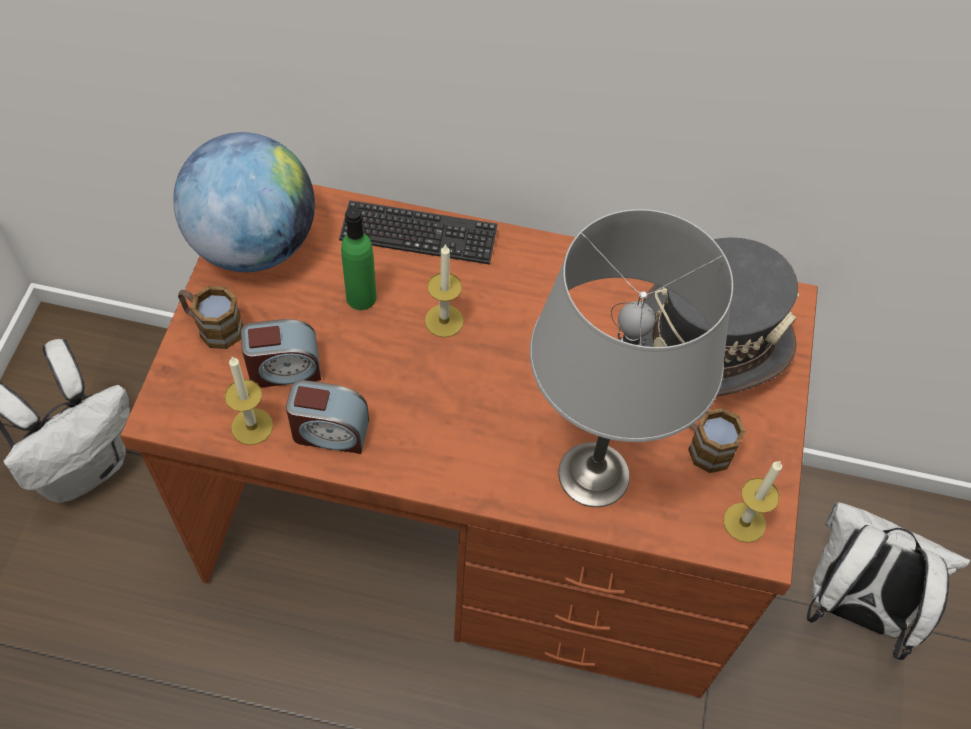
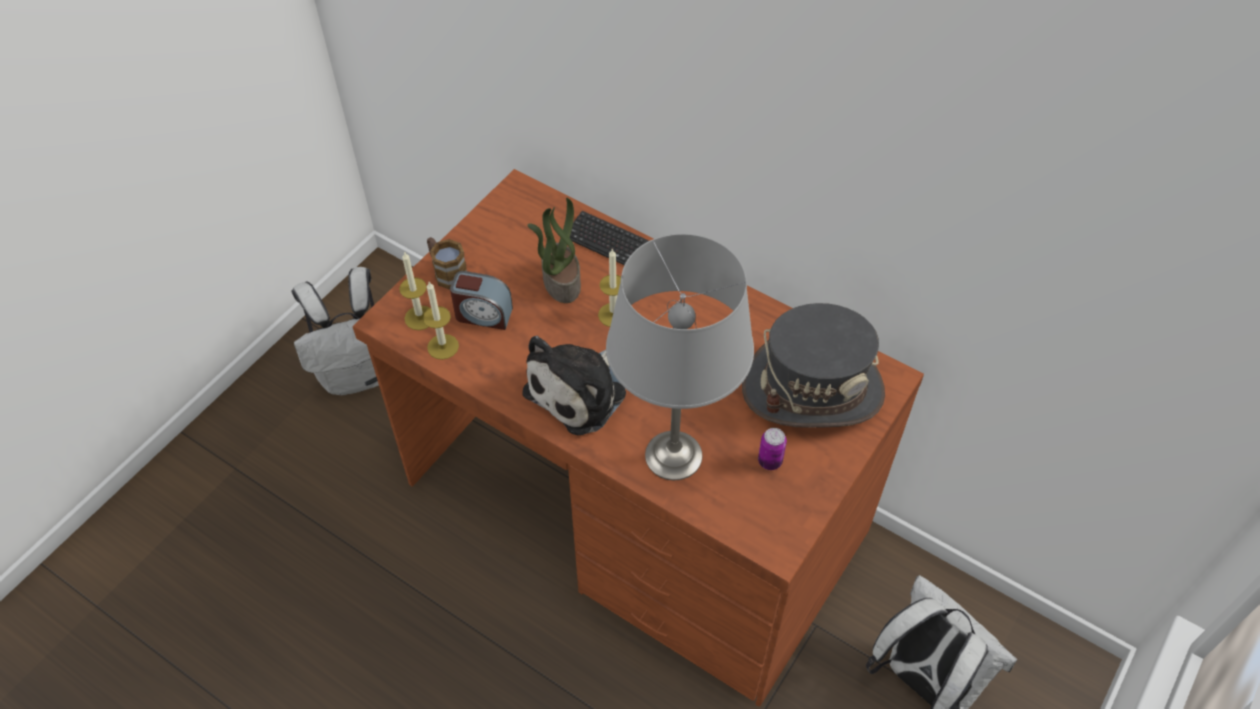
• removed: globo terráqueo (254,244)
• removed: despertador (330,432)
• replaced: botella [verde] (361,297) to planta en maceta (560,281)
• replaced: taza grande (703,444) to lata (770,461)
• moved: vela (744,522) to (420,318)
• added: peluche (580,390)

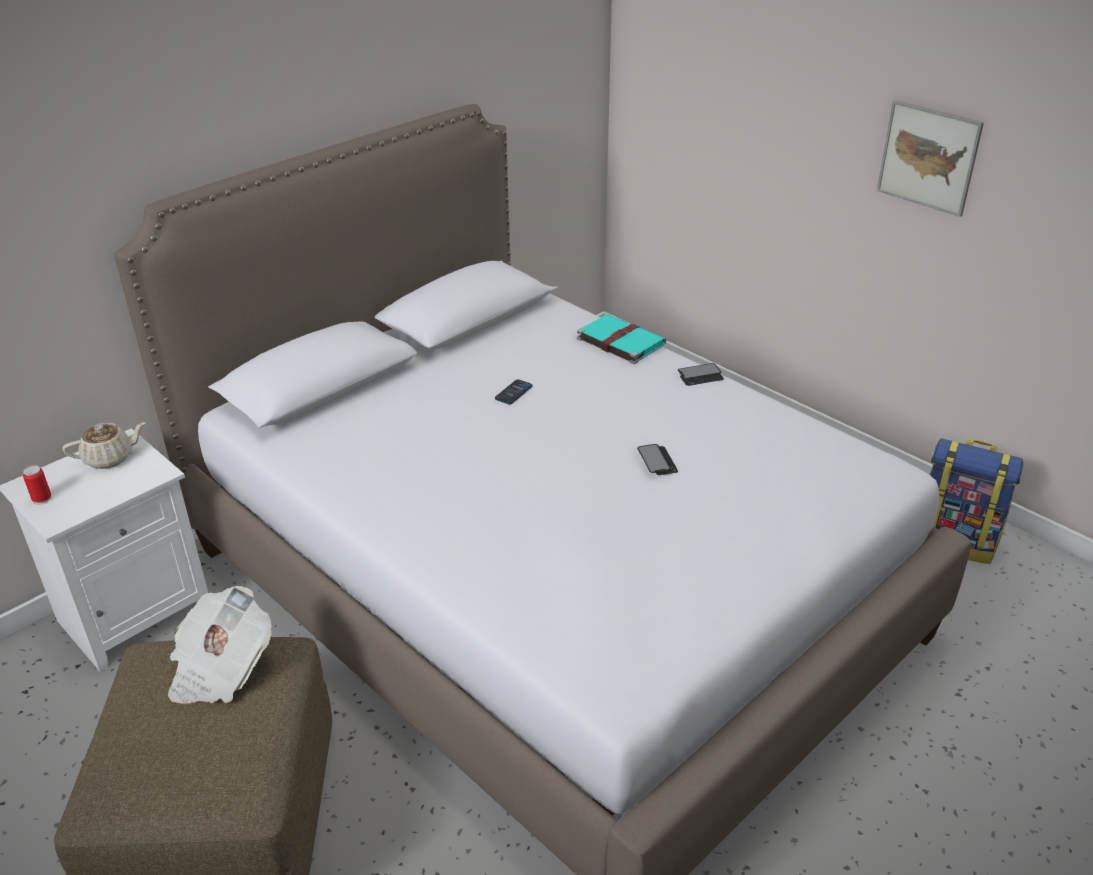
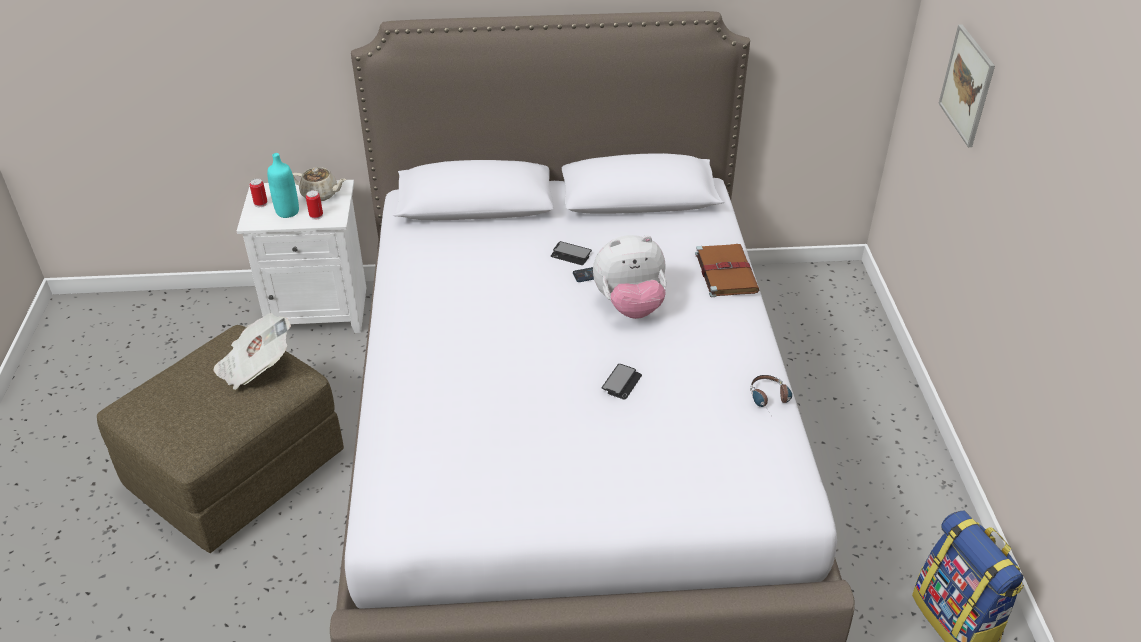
• recoloured: libro [turquesa] (619,341) to libro [marrón] (725,272)
• moved: móvil (700,376) to (571,254)
• moved: cuadro (928,157) to (967,85)
• added: botella [turquesa] (287,212)
• added: lata (316,215)
• added: peluche (630,306)
• added: auriculares (771,401)

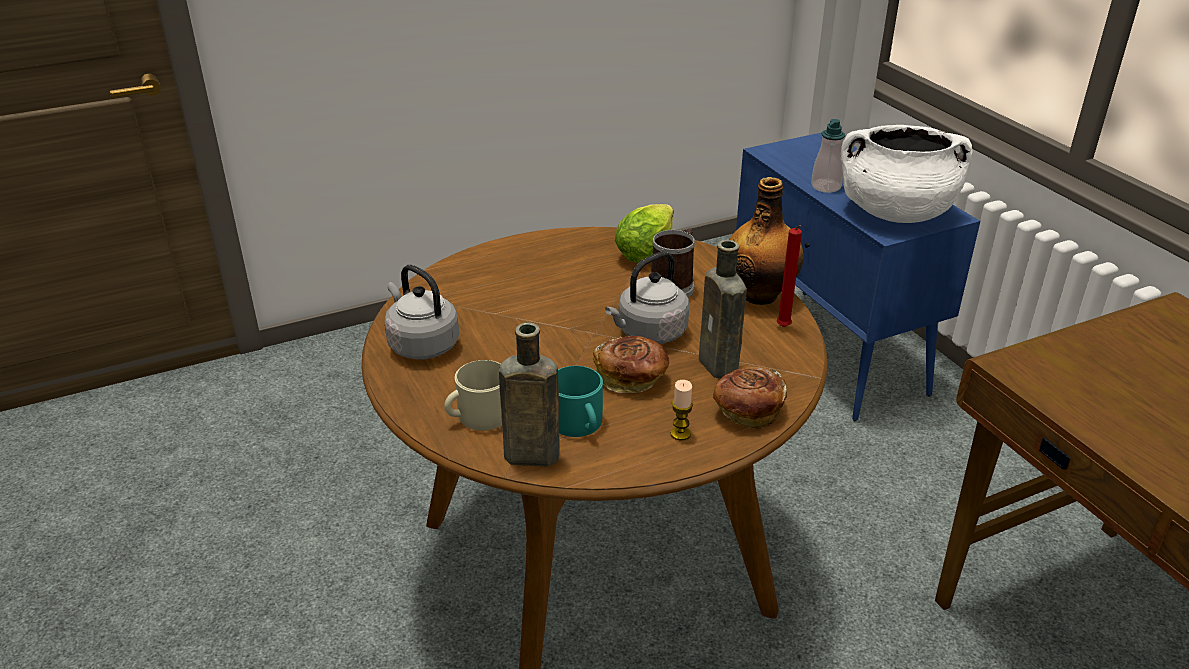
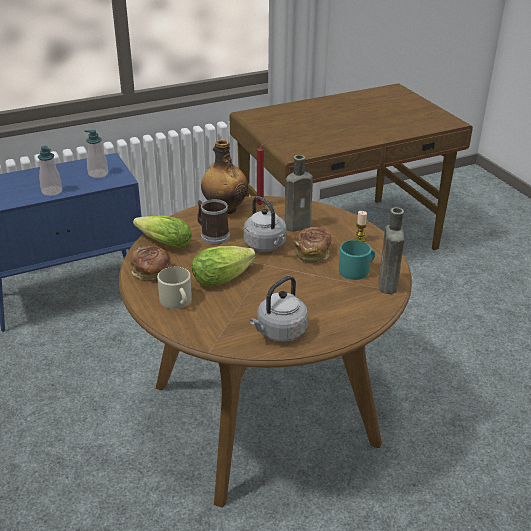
• moved: taza grande [beis] (478,416) to (177,301)
• moved: pan (748,411) to (151,272)
• replaced: olla [blanco] (895,213) to dispensador de jabón (98,174)
• added: lechuga (225,276)

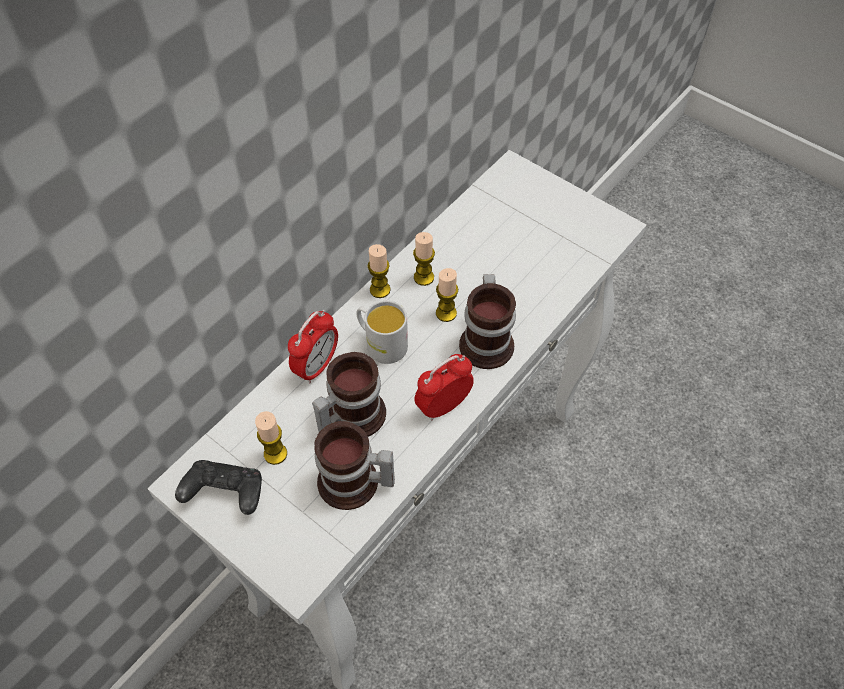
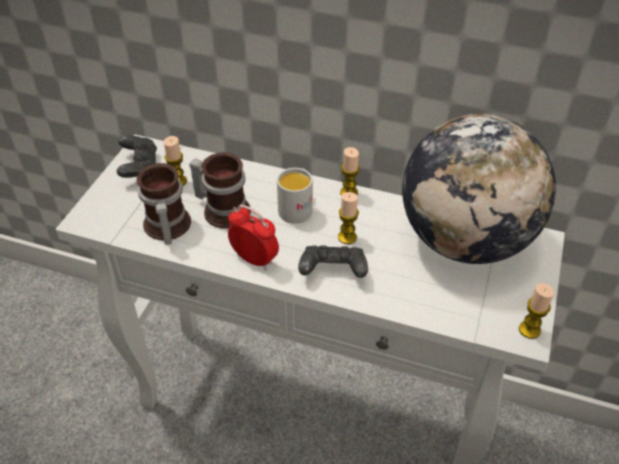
• removed: despertador (316,366)
• moved: vela (423,277) to (529,330)
• replaced: taza grande (489,341) to mando de consola [negro] (332,271)
• added: globo terráqueo (465,240)

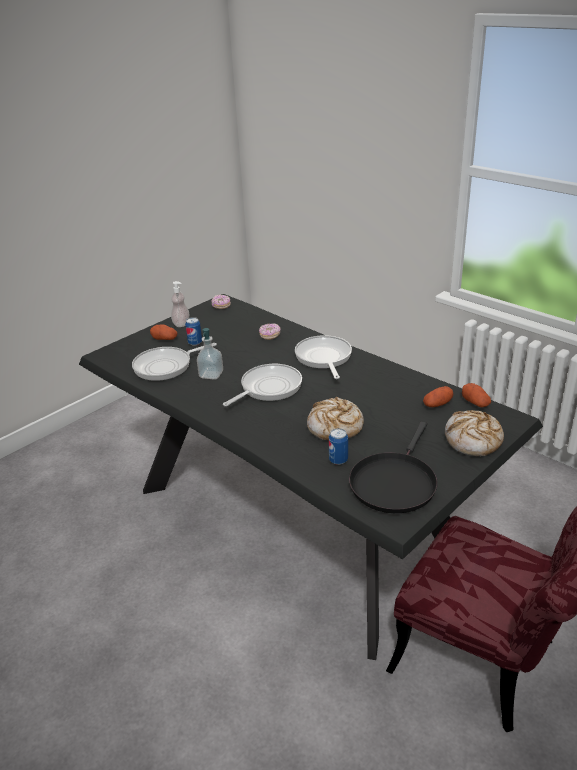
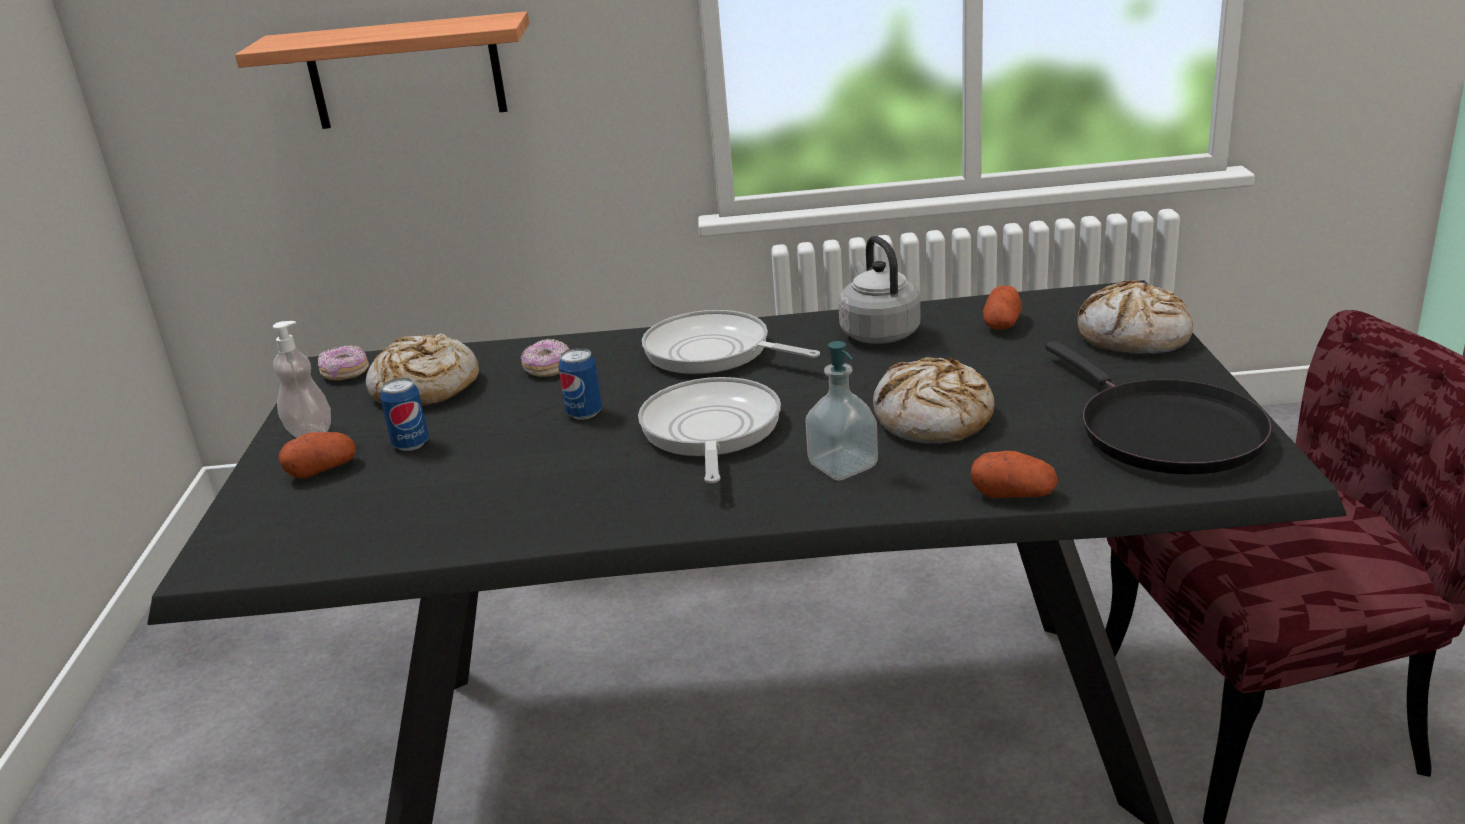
• removed: sartén (166,366)
• moved: dispensador de jabón (211,374) to (842,466)
• moved: lata (338,460) to (584,413)
• moved: patata (475,402) to (1013,494)
• added: estante (405,72)
• added: pan (425,388)
• added: hervidor [gris] (878,332)

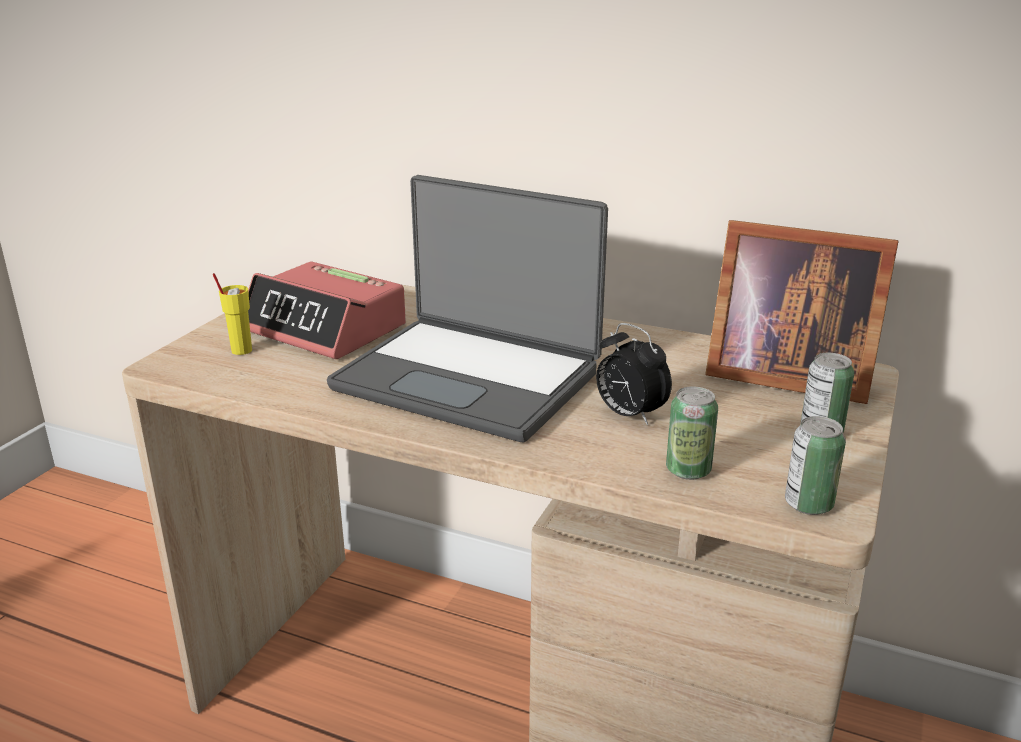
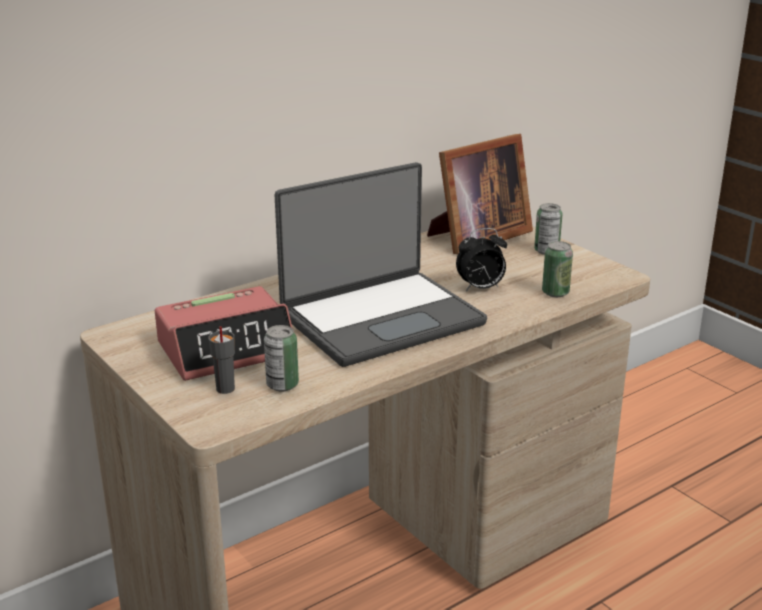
• recoloured: taza [amarillo] (241,350) to taza [gris] (225,389)
• moved: lata (808,504) to (282,385)

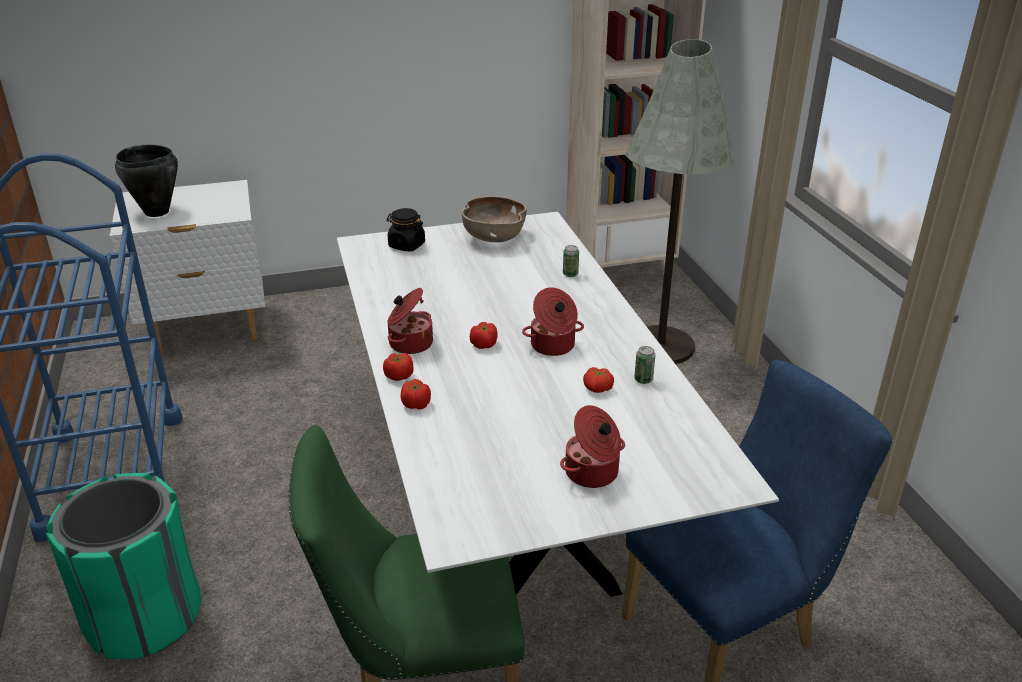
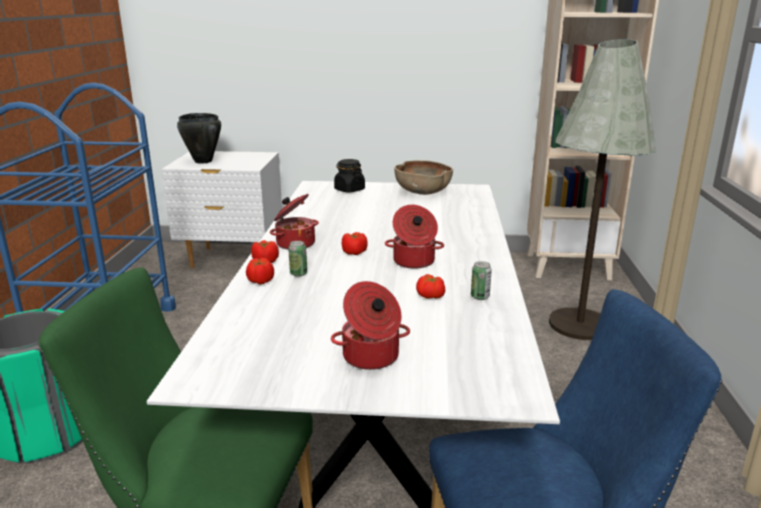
• moved: lata (570,274) to (298,273)

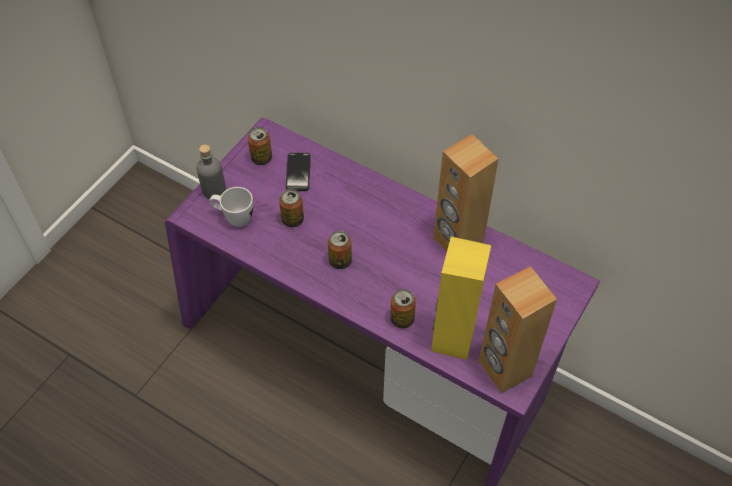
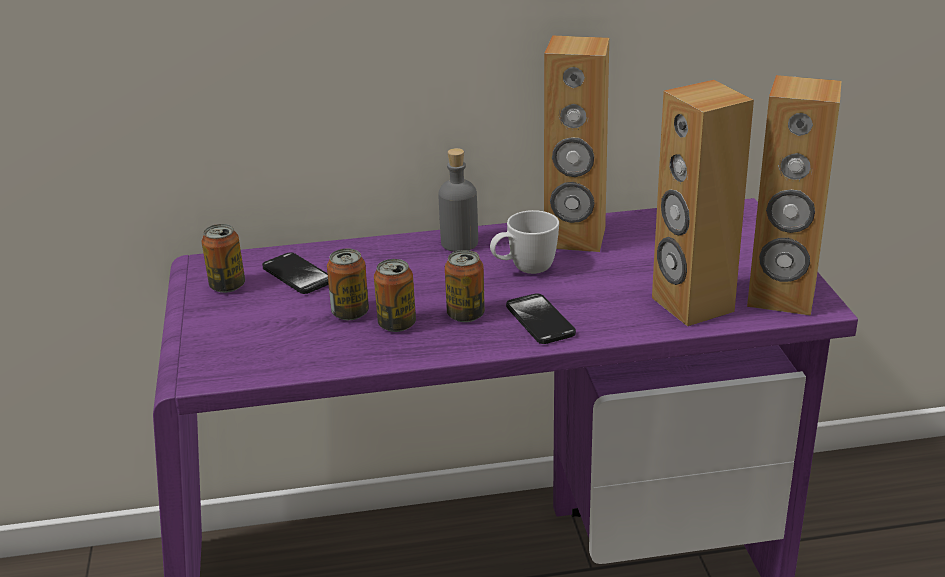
• moved: botella [gris] (214,190) to (459,243)
• moved: taza grande [blanco] (233,218) to (524,270)
• moved: lata (402,319) to (397,324)
• recoloured: altavoz [amarillo] (452,338) to altavoz [marrón] (691,305)
• added: móvil (540,320)

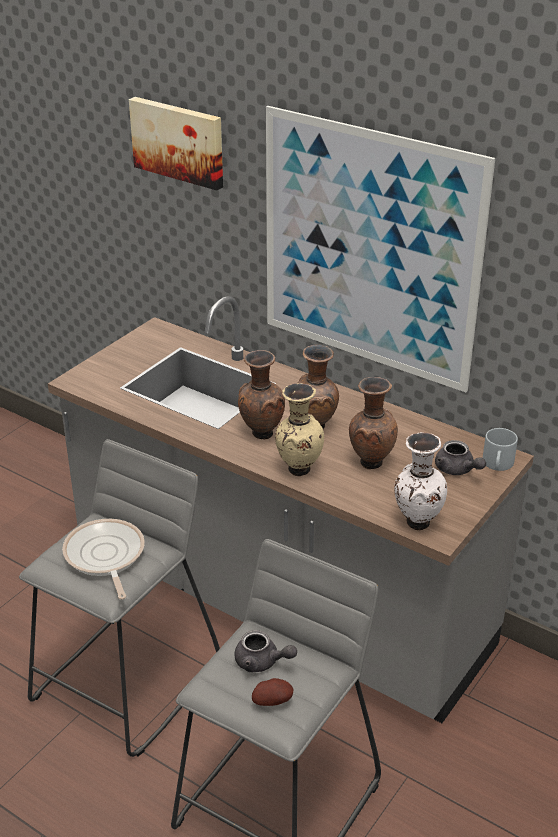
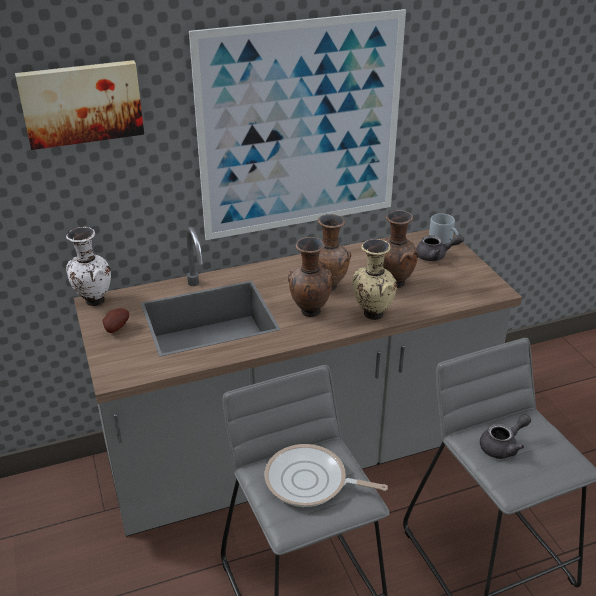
• moved: patata (272,701) to (115,328)
• moved: florero [blanco] (416,522) to (93,301)

